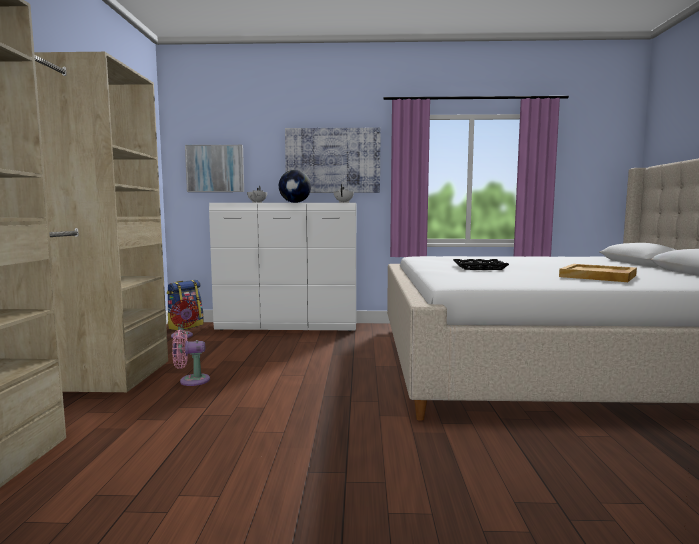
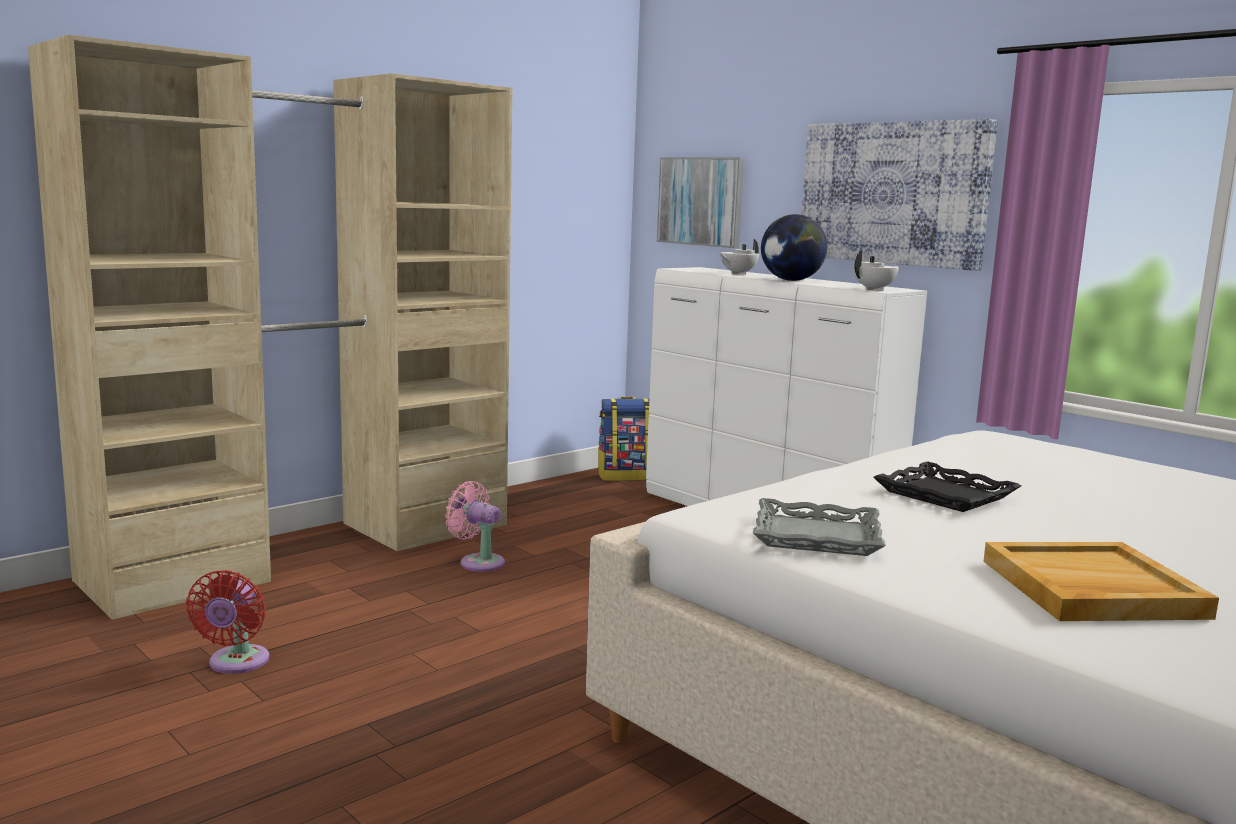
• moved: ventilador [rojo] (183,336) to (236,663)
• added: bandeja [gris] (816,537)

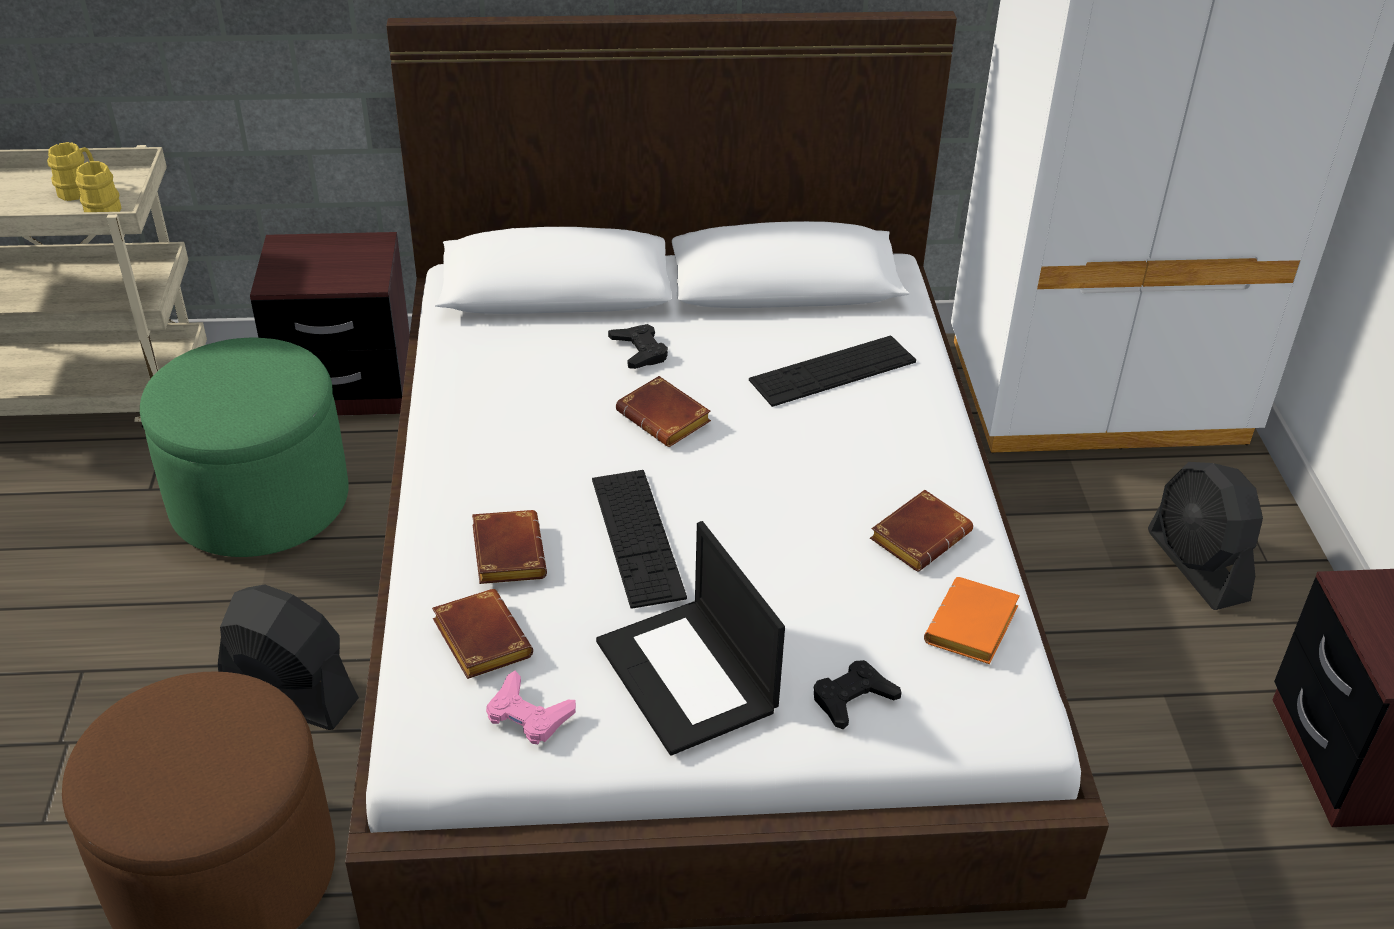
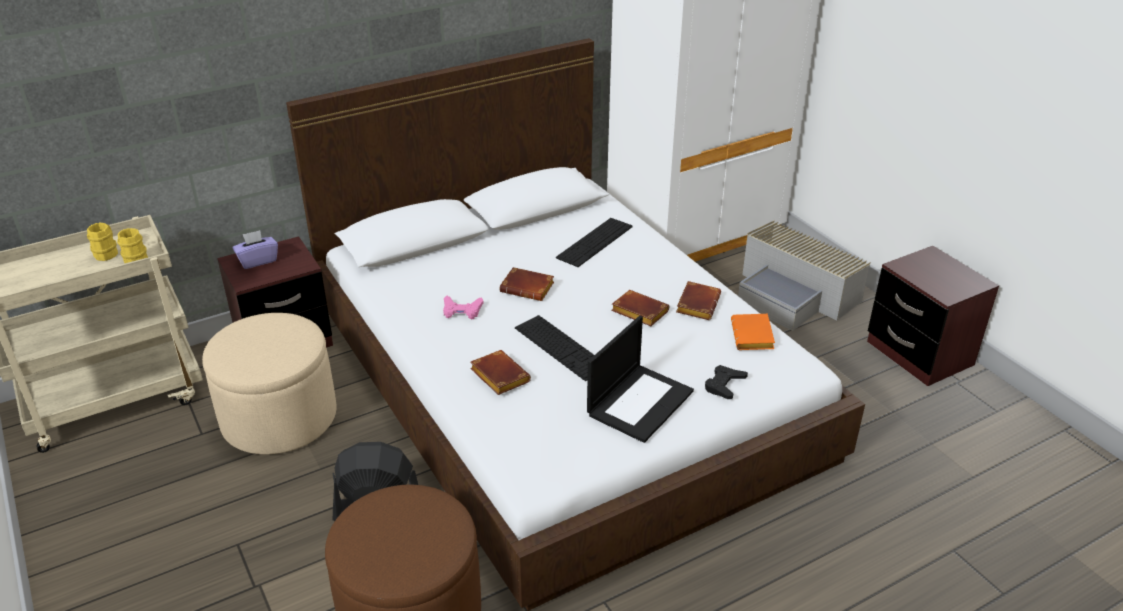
• recoloured: puf [verde] (260,501) to puf [beis] (279,418)
• moved: libro [marrón] (478,639) to (637,312)
• moved: mando de consola [rosa] (528,715) to (462,311)
• turned: portátil (689,676) = (640,402) 90 degrees counterclockwise
• removed: mando de consola [negro] (639,351)
• replaced: ventilador [negro] (1197,566) to caja de almacenaje [gris] (795,294)
• added: caja de pañuelos [morado] (258,260)

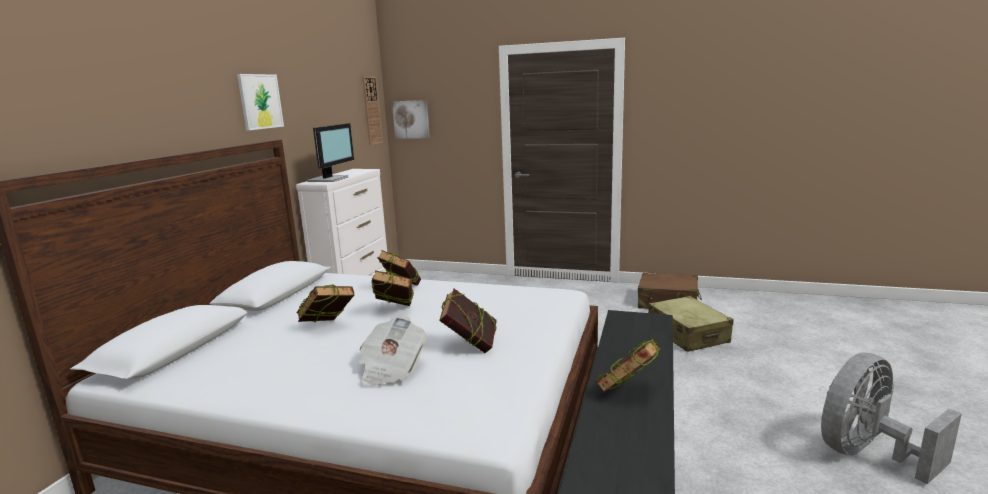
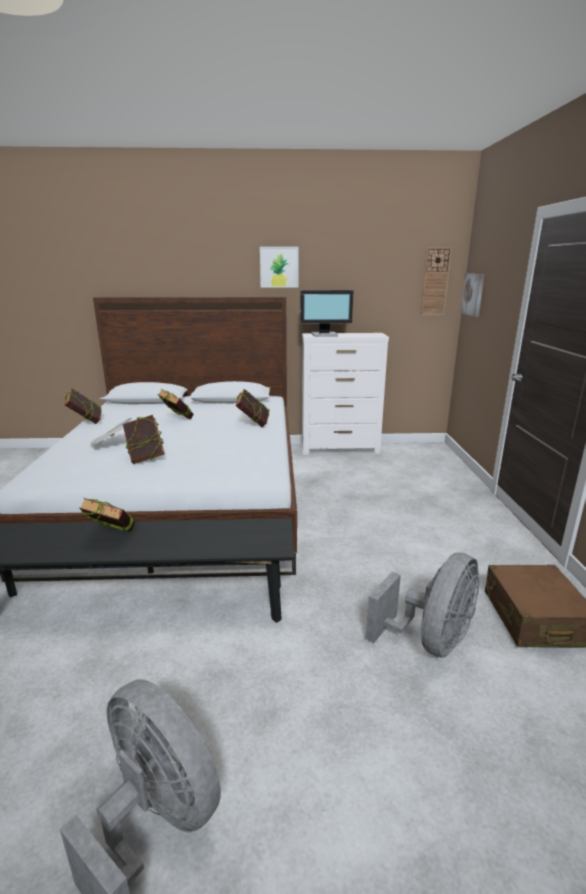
• moved: libro (395,311) to (86,422)
• replaced: maleta [beis] (687,334) to ventilador [gris] (430,641)

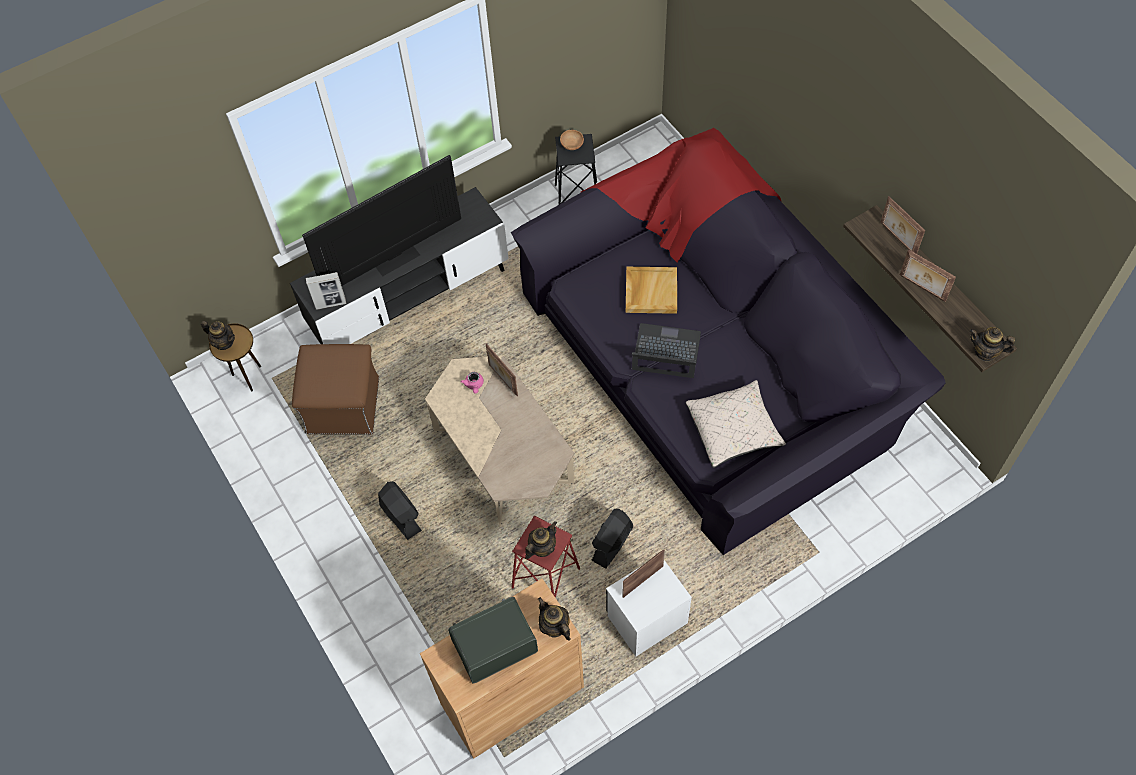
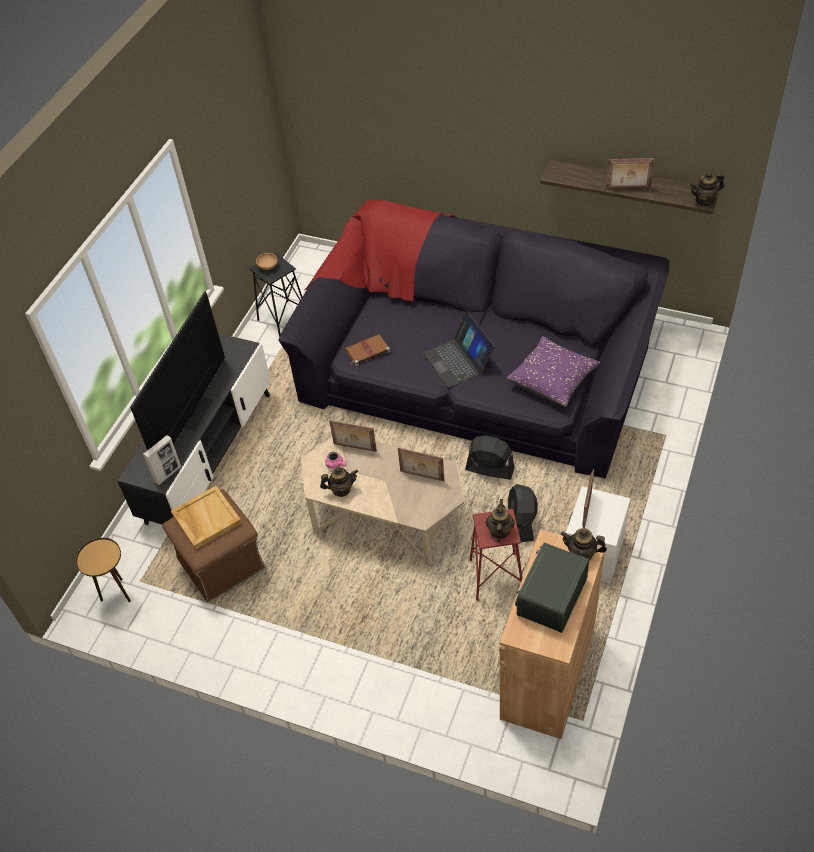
• moved: tetera (224,342) to (341,489)
• moved: ventilador [negro] (401,516) to (489,469)
• moved: bandeja [beis] (650,291) to (206,519)
• turned: portátil (666,352) = (458,360) 90 degrees counterclockwise
• recoloured: cojín [beis] (733,430) to cojín [morado] (553,380)
• moved: portarretratos (897,239) to (422,476)
• added: libro [marrón] (367,351)

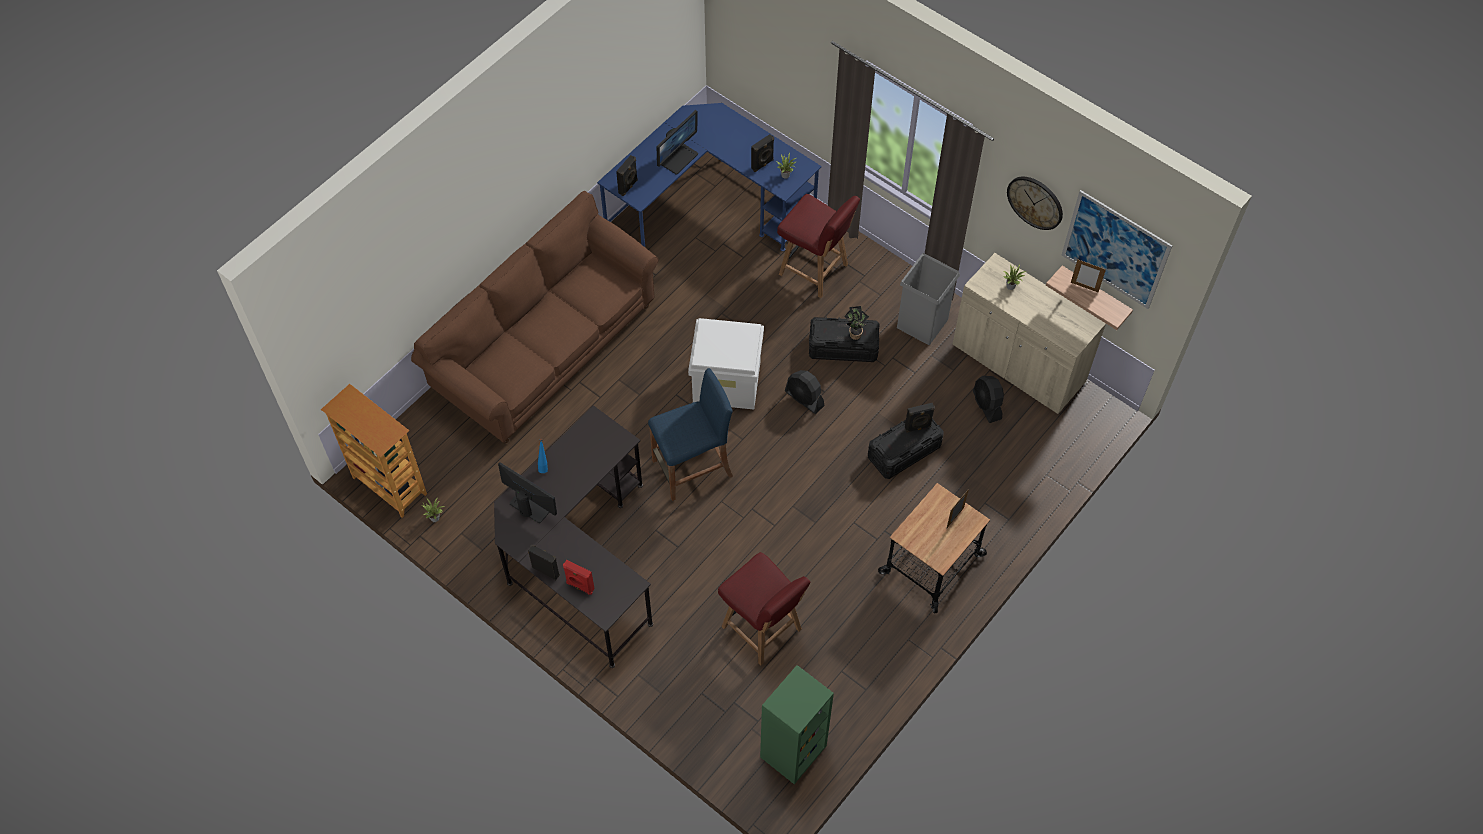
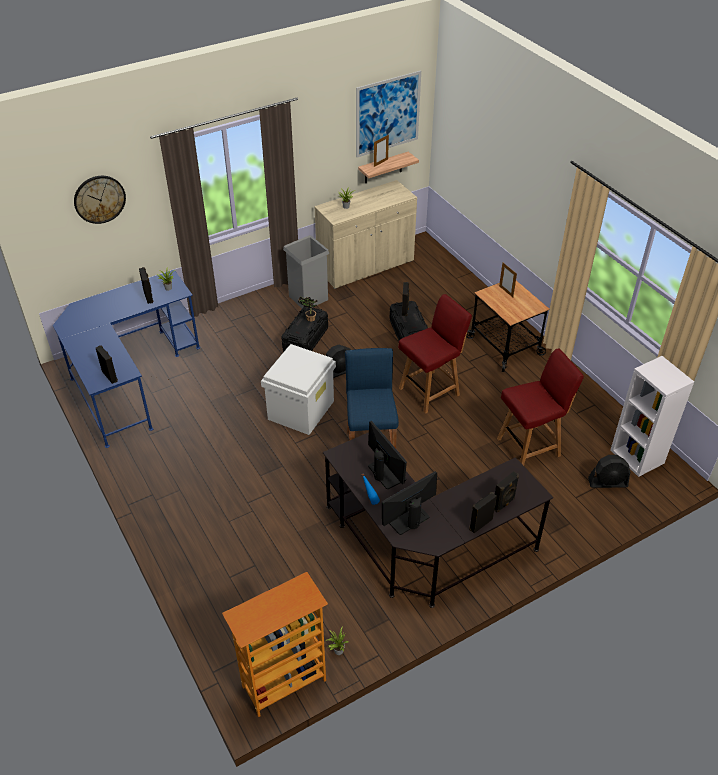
• removed: sofá [marrón] (545,348)
• recoloured: altavoz [rojo] (579,586) to altavoz [negro] (504,504)
• moved: monitor (678,158) to (386,473)
• recoloured: estantería [verde] (793,752) to estantería [blanco] (637,456)
• moved: silla [rojo] (815,270) to (430,391)
• moved: ventilador [negro] (987,405) to (608,483)
• moved: reloj de pared (1035,202) to (99,199)

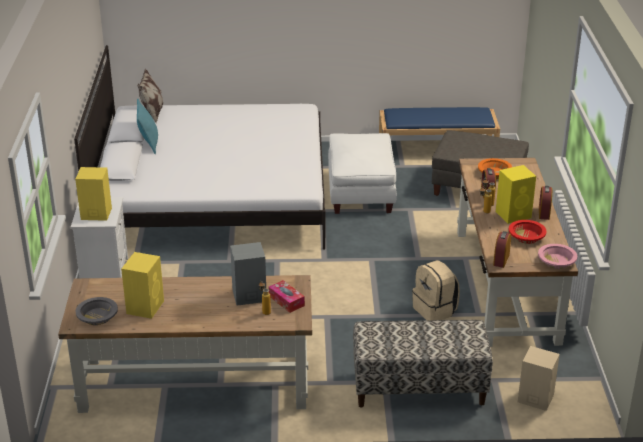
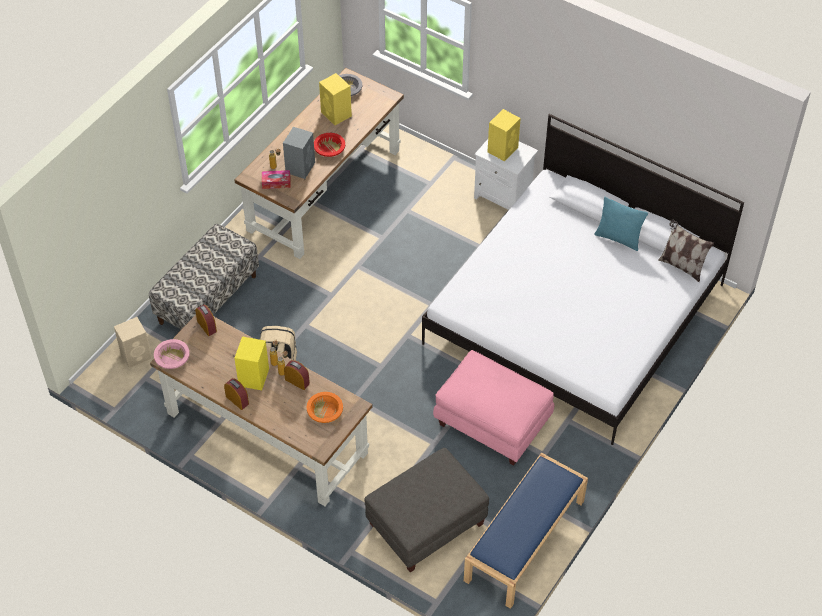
• recoloured: puf [blanco] (360,193) to puf [rosa] (493,423)
• moved: cuenco [rojo] (526,236) to (329,149)

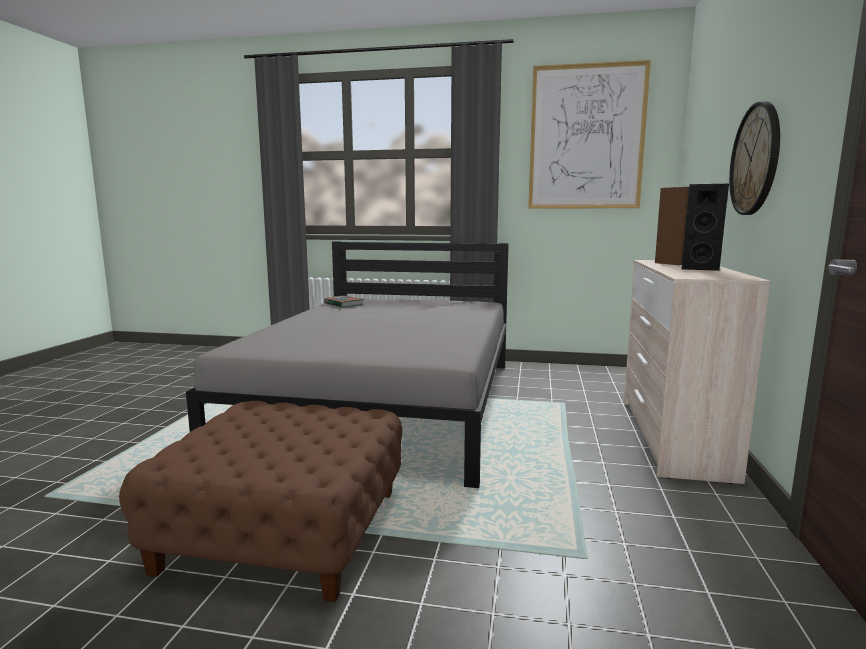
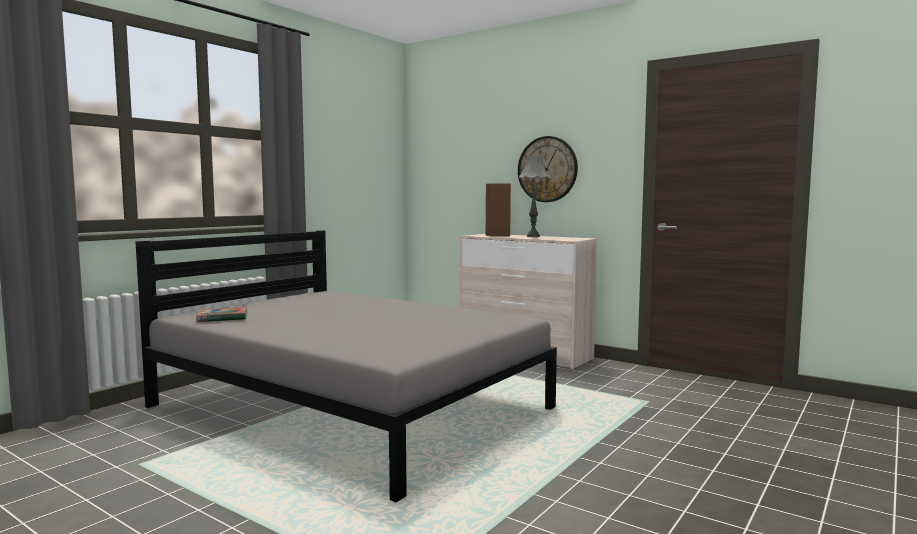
• removed: puf [marrón] (285,529)
• removed: cuadro (586,138)
• replaced: altavoz [negro] (699,268) to lámpara de mesa [gris] (533,236)

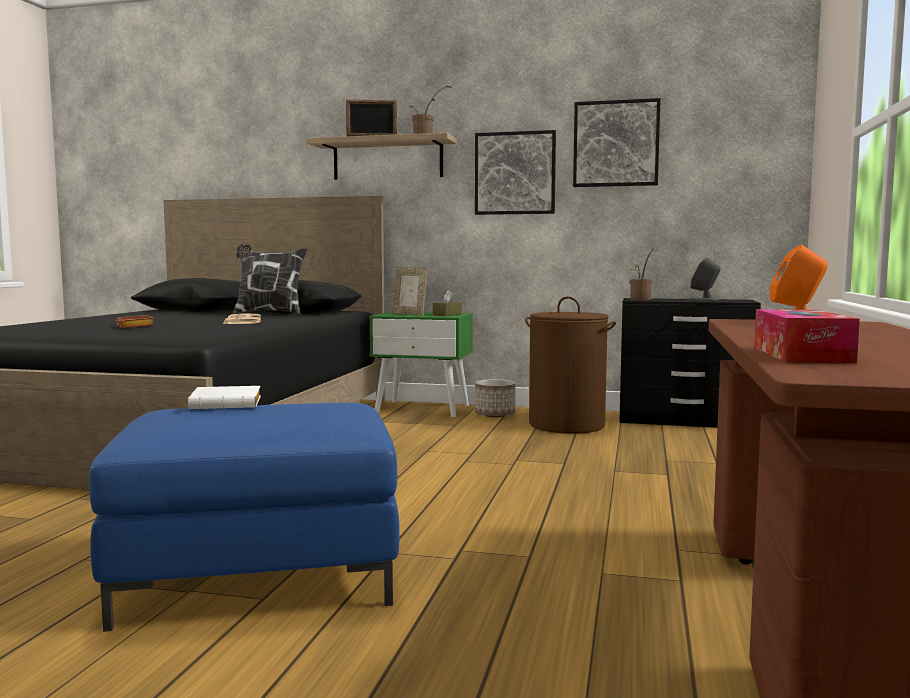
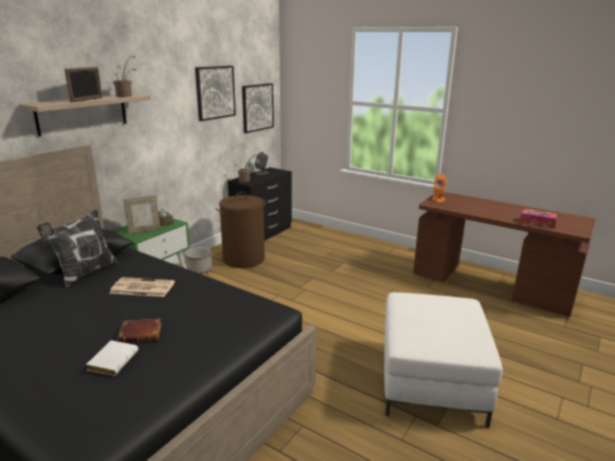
• recoloured: puf [azul] (258,572) to puf [blanco] (431,380)
• moved: libro [blanco] (228,404) to (113,360)
• moved: cuadro (515,173) to (257,107)

